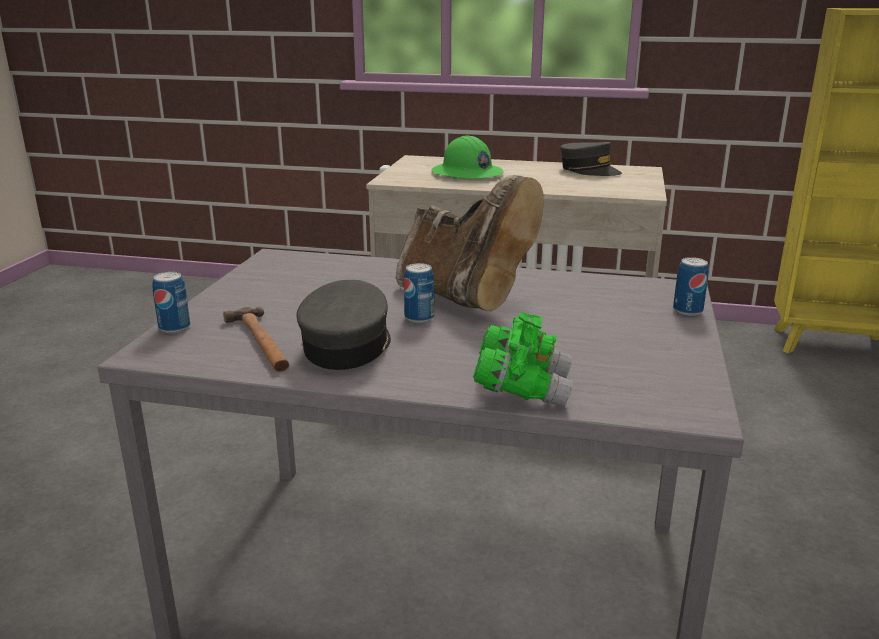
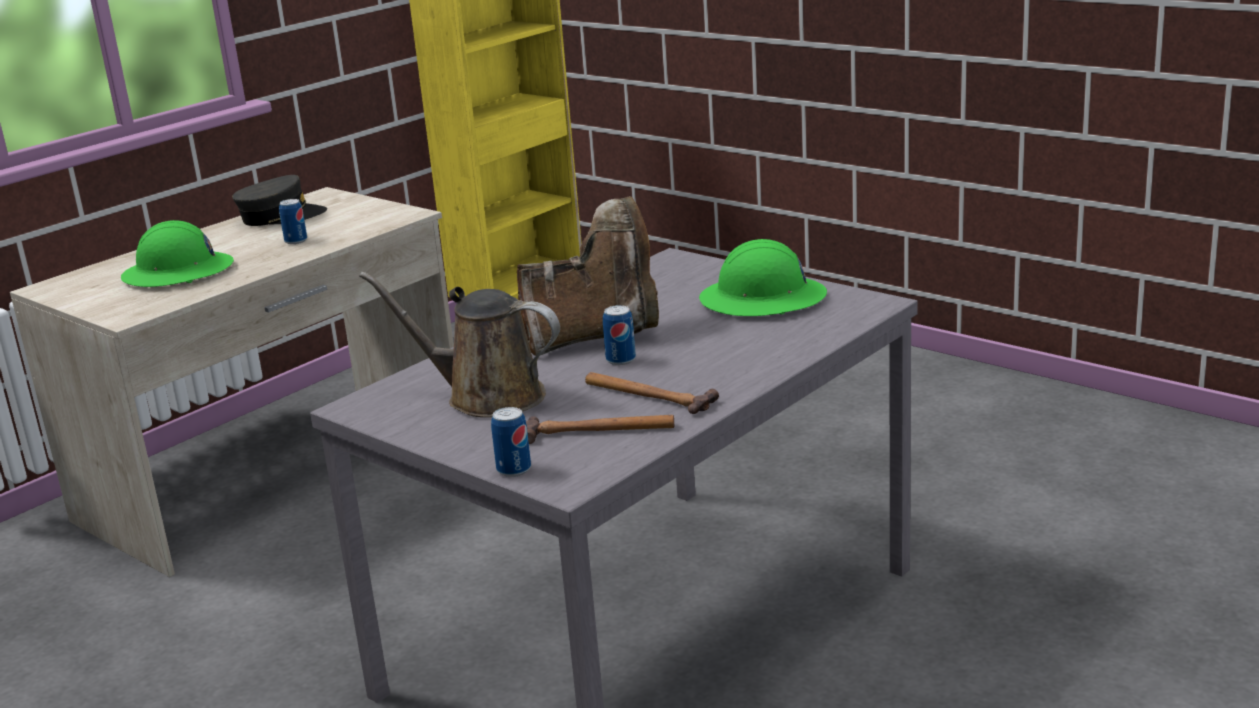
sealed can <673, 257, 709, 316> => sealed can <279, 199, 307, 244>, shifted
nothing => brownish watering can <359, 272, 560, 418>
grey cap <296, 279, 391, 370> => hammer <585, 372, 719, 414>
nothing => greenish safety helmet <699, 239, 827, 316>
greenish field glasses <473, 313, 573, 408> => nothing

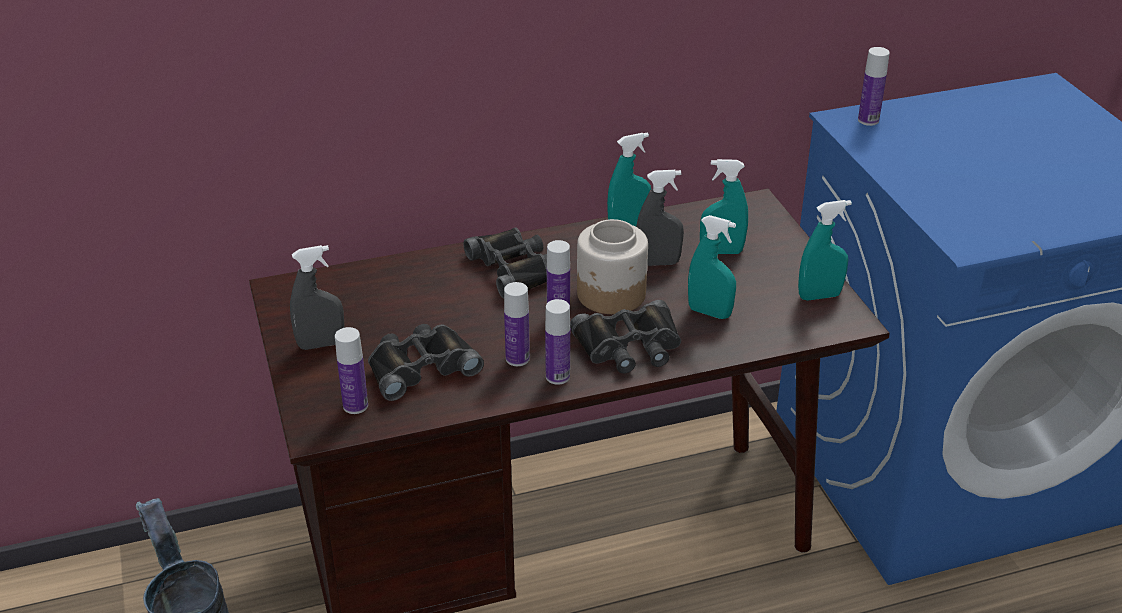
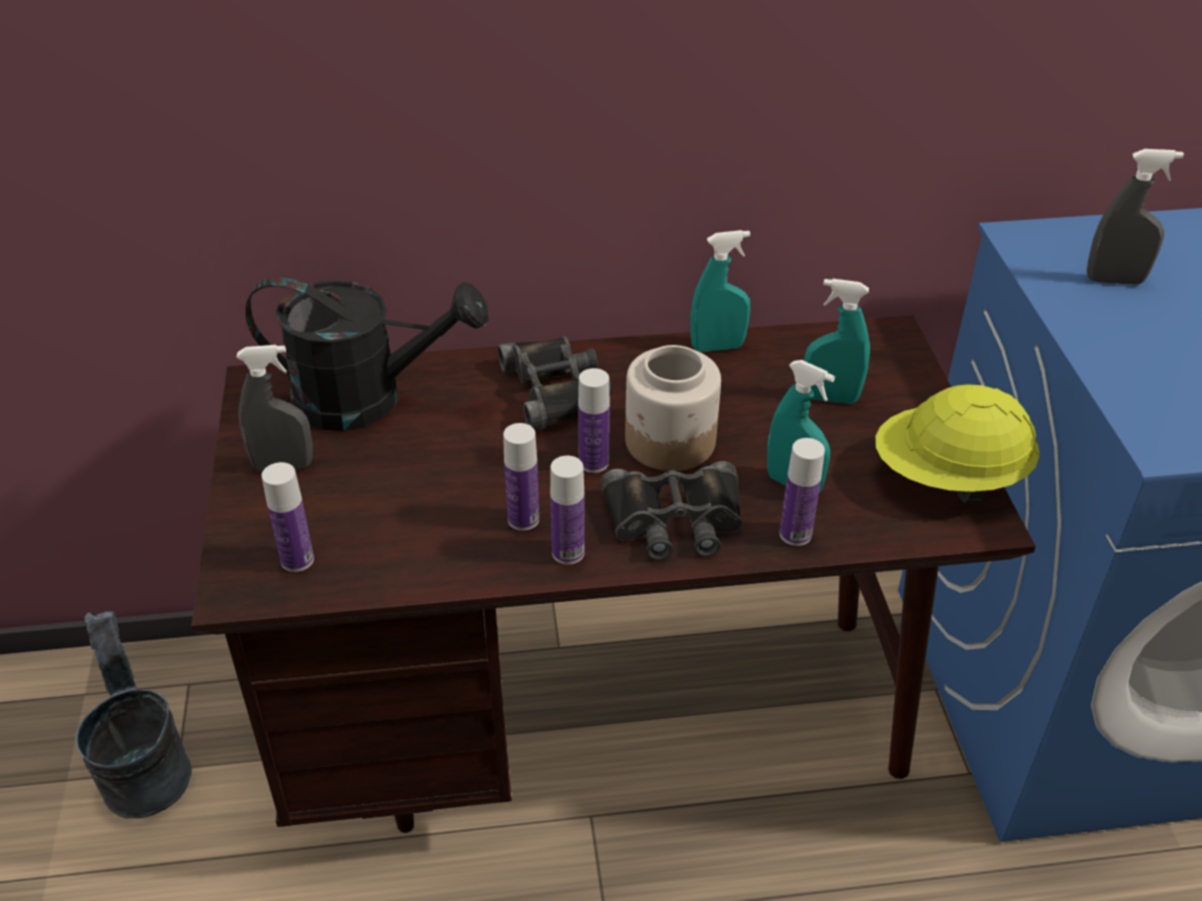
nothing => black-coloured watering can <246, 277, 488, 431>
bottle <858, 47, 890, 126> => bottle <780, 438, 825, 546>, shifted
blue-green hand sprayer <798, 200, 852, 301> => yellow safety helmet <875, 384, 1040, 503>
grey hand sprayer <636, 170, 684, 266> => grey hand sprayer <1087, 149, 1184, 285>, shifted
black-coloured field glasses <368, 324, 484, 401> => nothing

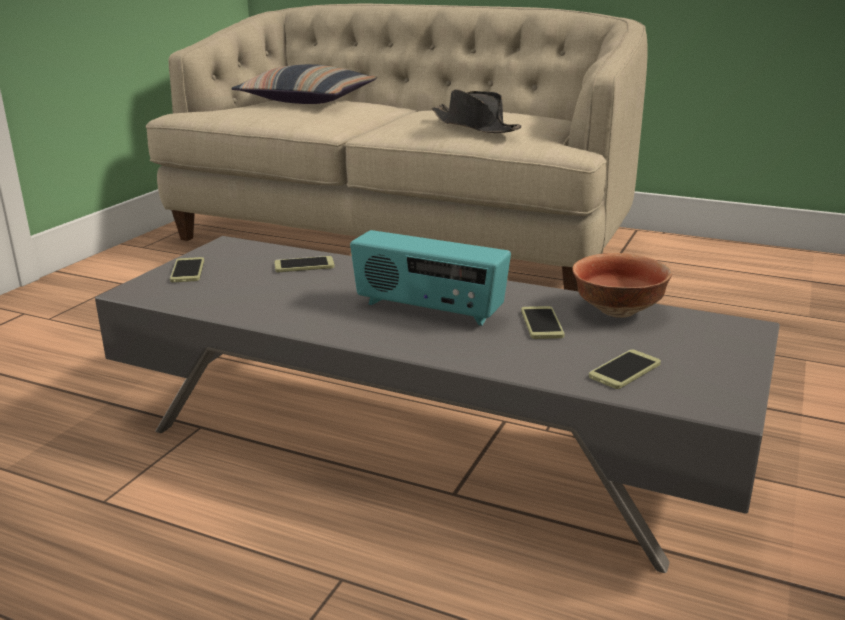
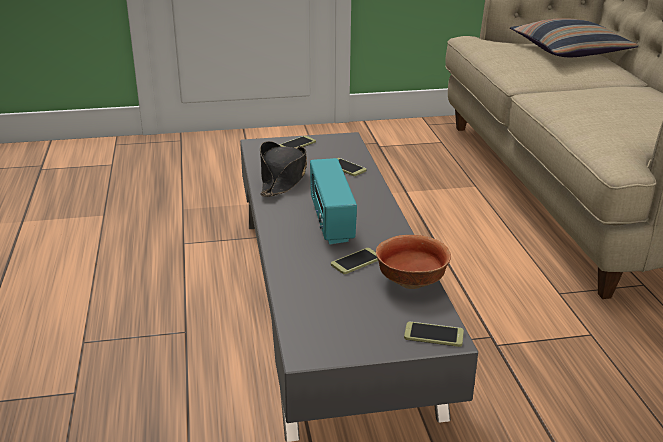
black-coloured clothing hat <432, 89, 522, 133> => black-coloured clothing hat <260, 141, 307, 197>, shifted
handset <589, 350, 661, 389> => handset <404, 322, 464, 347>, shifted

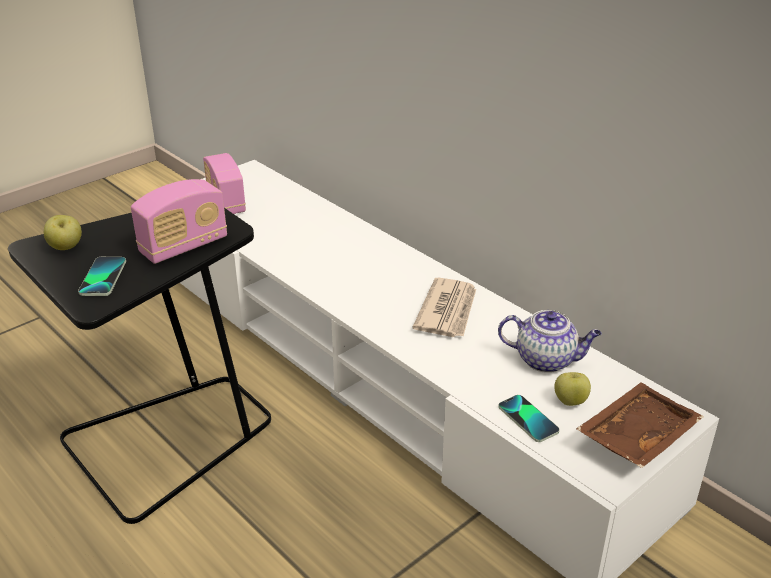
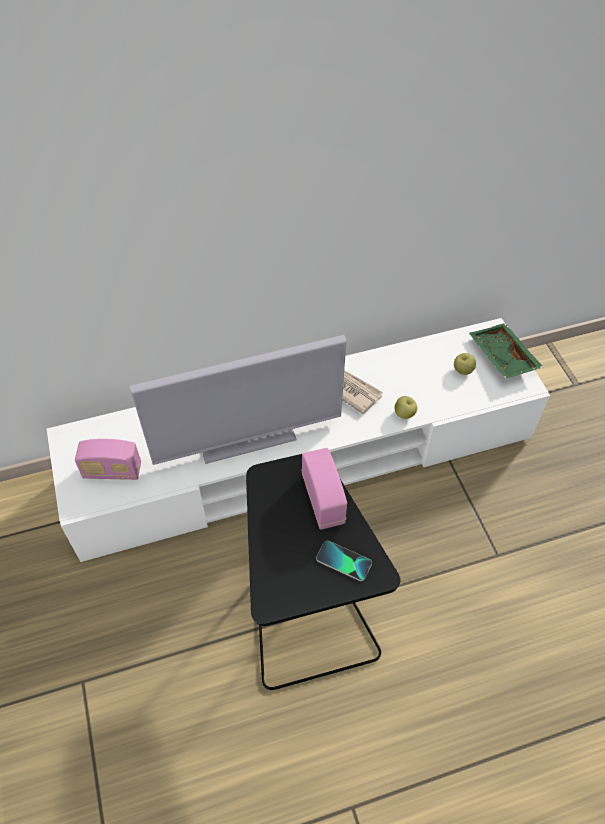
nothing => TV set <130, 335, 346, 465>
apple fruit <44, 215, 82, 250> => apple fruit <394, 396, 417, 419>, shifted
brownish tray <576, 382, 704, 468> => greenish tray <469, 323, 543, 379>
pot for tea <498, 310, 602, 373> => nothing
handset <498, 395, 560, 442> => nothing

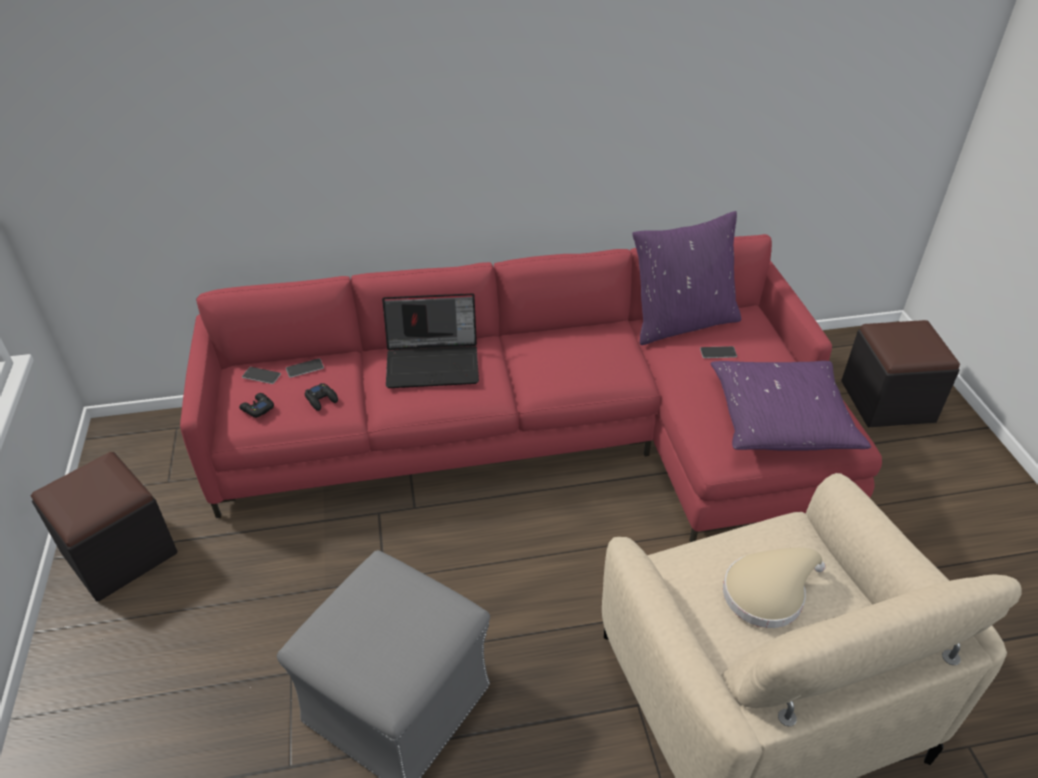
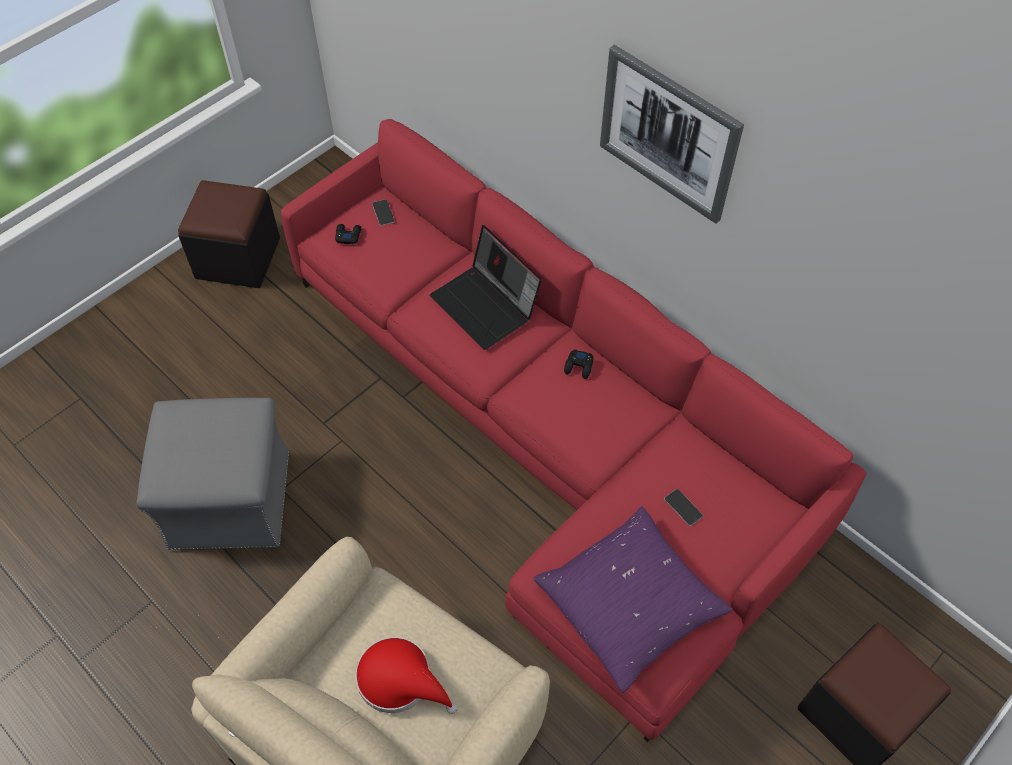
beige clothing hat <723, 548, 826, 628> => red-coloured clothing hat <355, 637, 457, 714>
black-coloured gamepad <305, 383, 338, 411> => black-coloured gamepad <564, 349, 594, 379>, shifted
nothing => picture <600, 45, 744, 224>
handset <286, 358, 324, 378> => nothing
purplish pillow <632, 211, 741, 345> => nothing

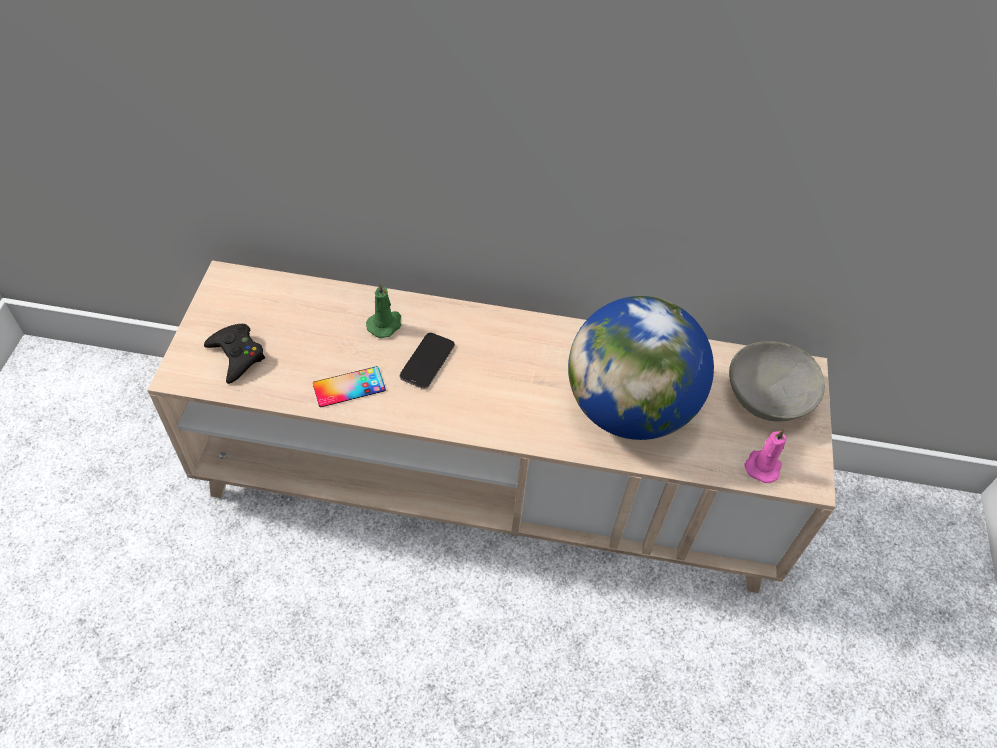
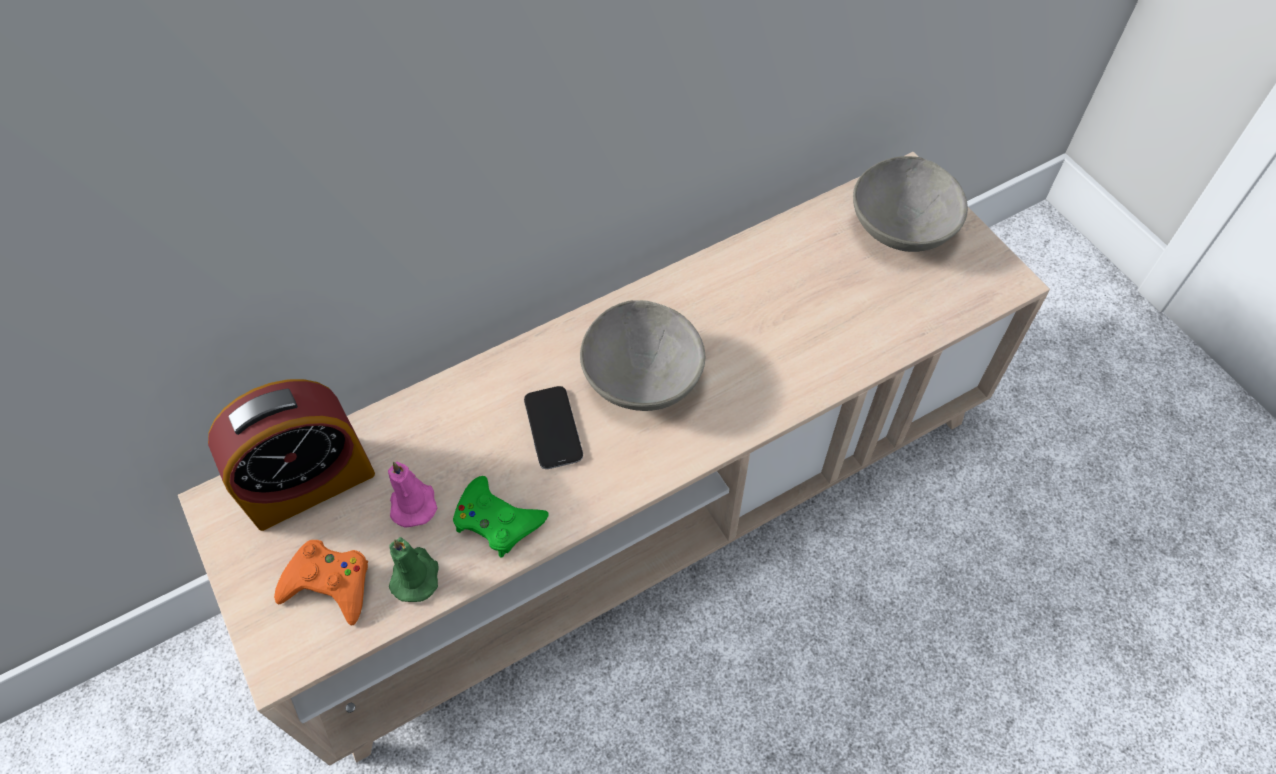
nothing => alarm clock <208, 379, 375, 531>
black-coloured gamepad <204, 324, 265, 384> => orangey gamepad <274, 540, 368, 625>
pinkish wax light <745, 429, 787, 483> => pinkish wax light <388, 461, 437, 528>, shifted
greenish wax light <366, 282, 401, 338> => greenish wax light <389, 537, 439, 602>, shifted
handset <313, 366, 386, 407> => greenish gamepad <453, 476, 549, 558>
nothing => grey bowl <580, 300, 705, 411>
globe <568, 296, 714, 440> => nothing

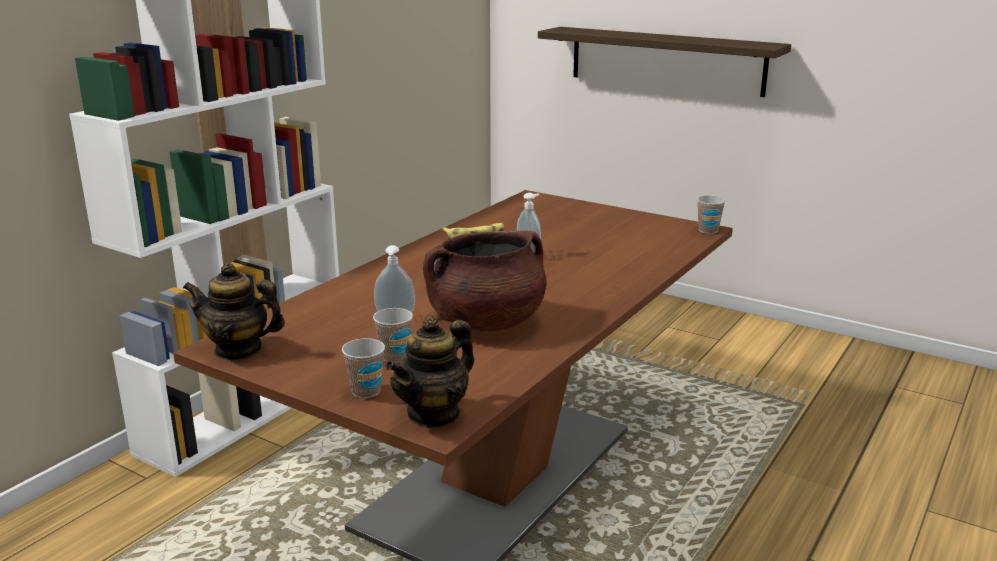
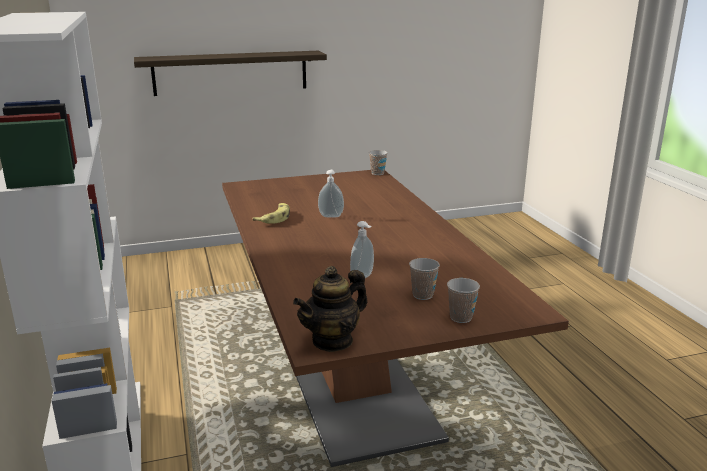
pot for tea <385, 316, 474, 429> => nothing
brownish saucepot <423, 230, 547, 331> => nothing

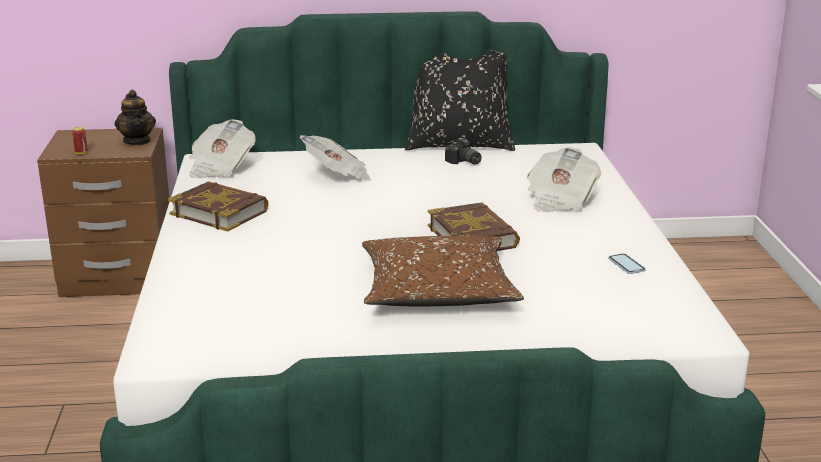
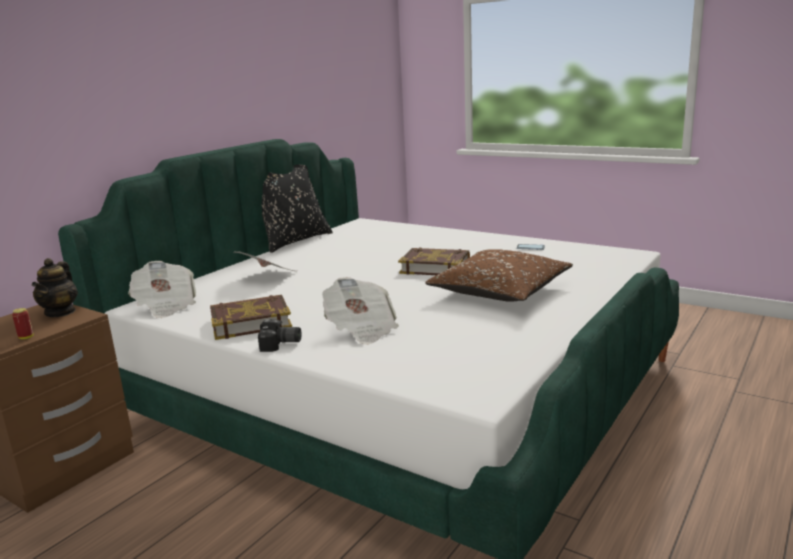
pot for tea <115, 90, 156, 145> => pot for tea <32, 258, 78, 317>, 75 degrees clockwise
still camera <445, 138, 482, 165> => still camera <258, 319, 302, 352>, shifted
printed paper <527, 147, 601, 212> => printed paper <322, 277, 399, 345>, shifted

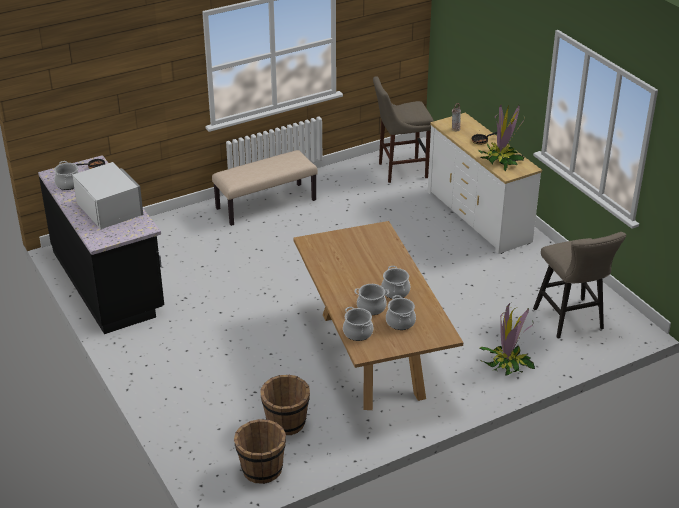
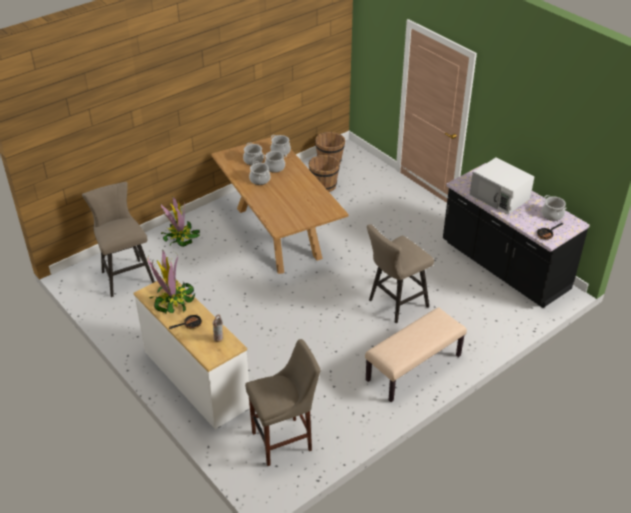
nothing => beige stool seat <367, 224, 434, 323>

